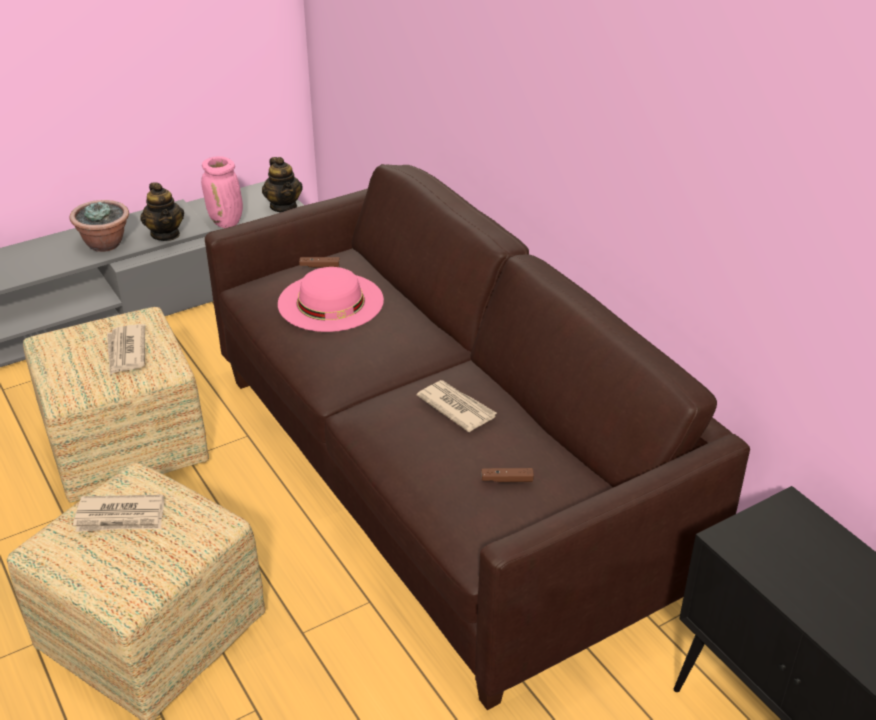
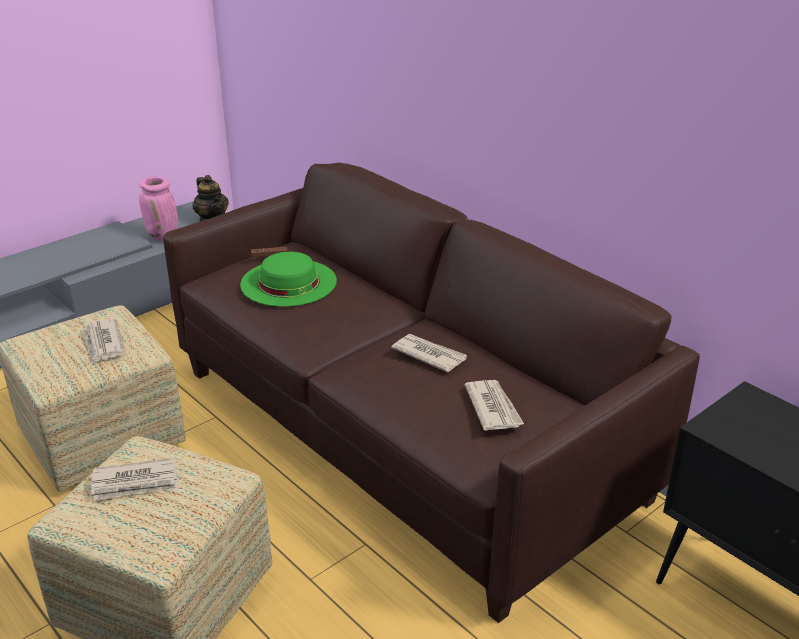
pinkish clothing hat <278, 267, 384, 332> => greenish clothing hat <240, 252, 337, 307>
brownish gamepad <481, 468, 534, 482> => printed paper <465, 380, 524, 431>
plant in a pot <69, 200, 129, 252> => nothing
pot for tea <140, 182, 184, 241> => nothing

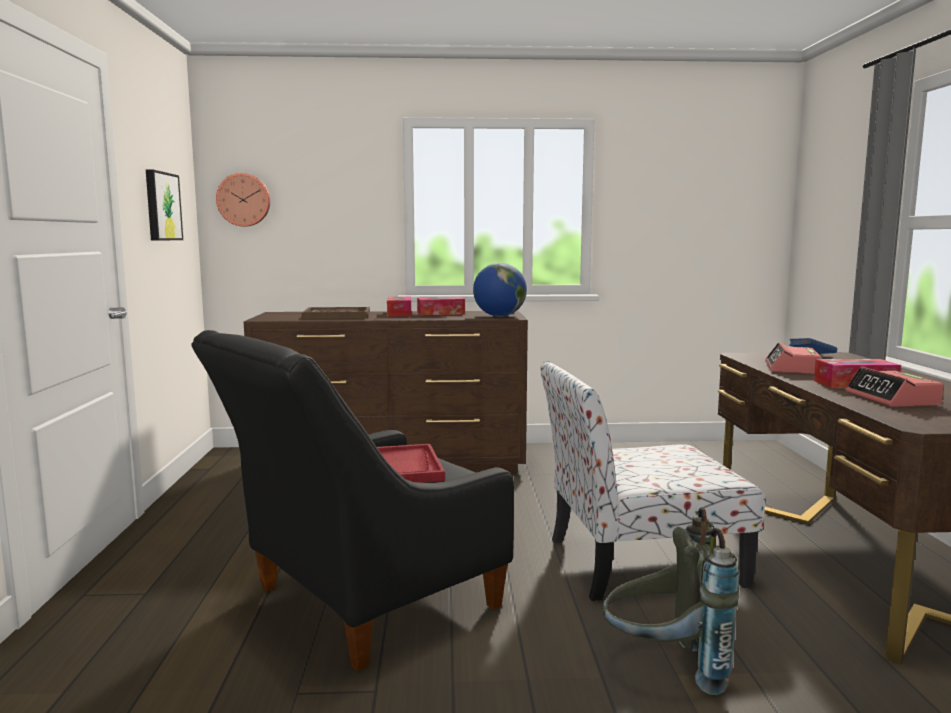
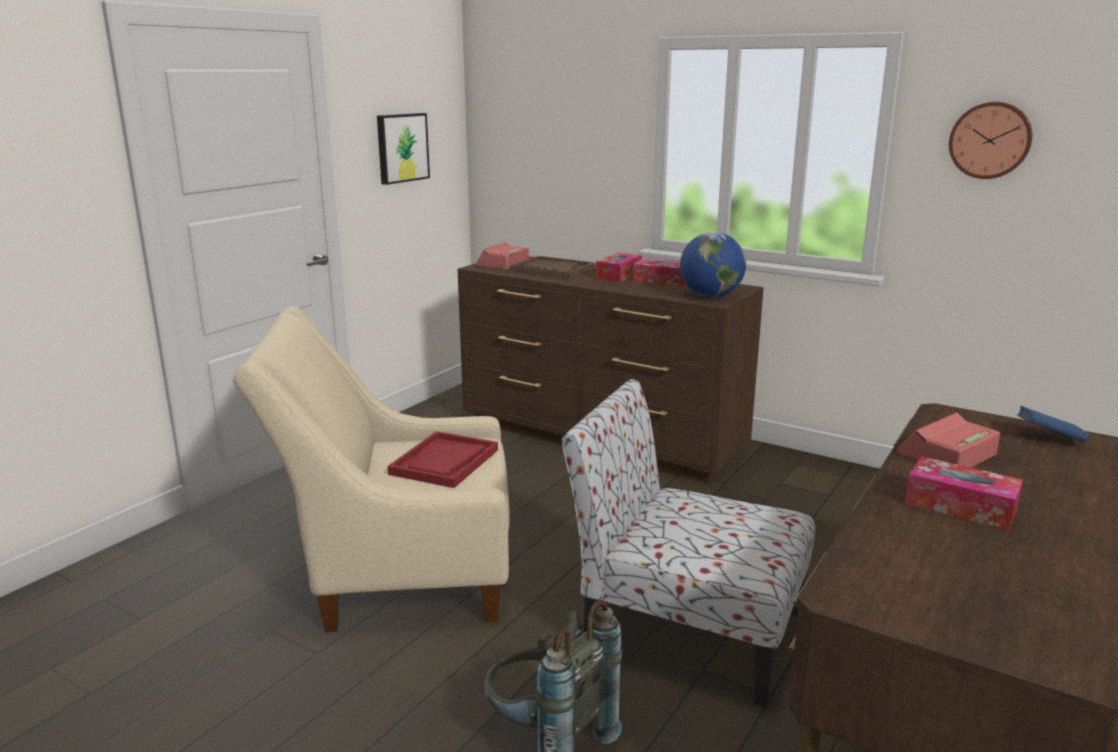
black-coloured armchair <191, 330, 514, 672> => beige armchair <232, 306, 510, 632>
alarm clock <846, 367, 944, 407> => alarm clock <476, 242, 529, 270>, shifted
hanging clock <216, 173, 270, 226> => hanging clock <949, 102, 1032, 179>, shifted

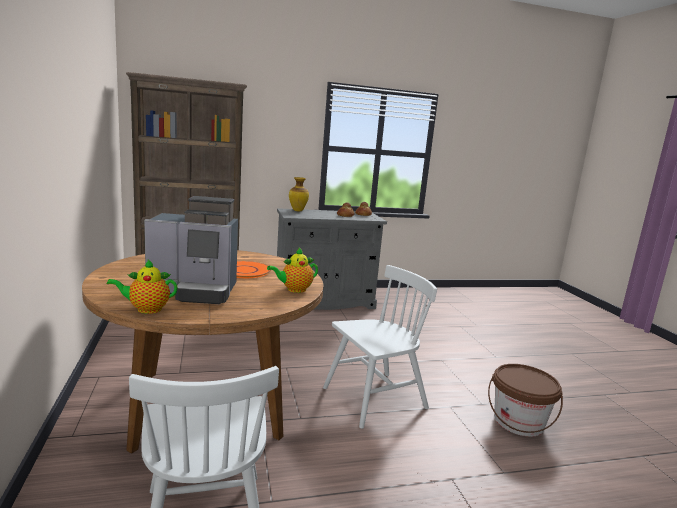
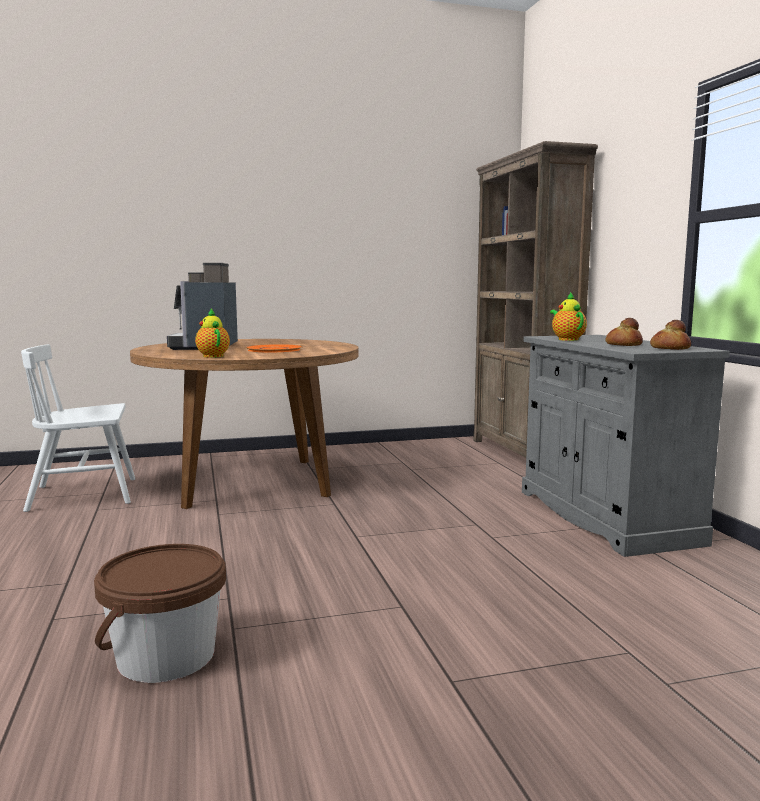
pot for tea <107, 260, 177, 314> => pot for tea <550, 292, 587, 341>, shifted
vase <289, 177, 309, 211> => nothing
whitish chair <323, 265, 437, 429> => nothing

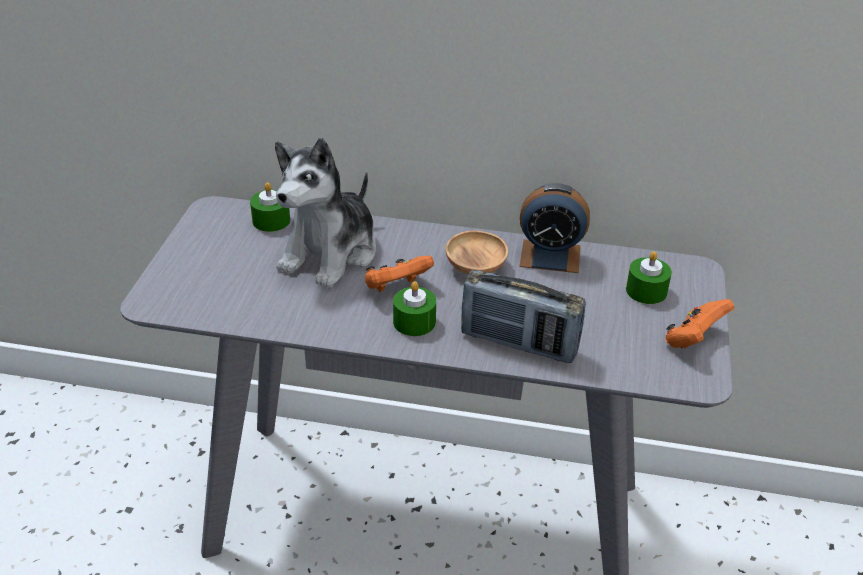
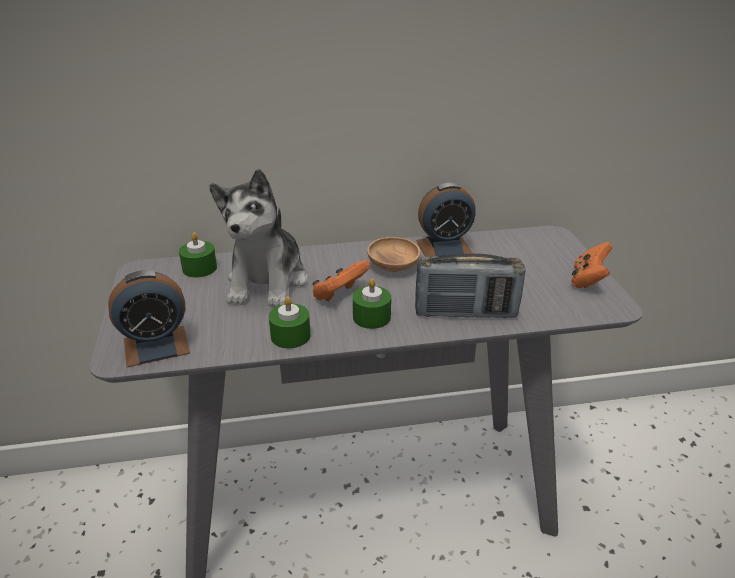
nothing => alarm clock <108, 270, 190, 367>
greenish wax light <626, 251, 672, 304> => greenish wax light <269, 296, 310, 349>, shifted

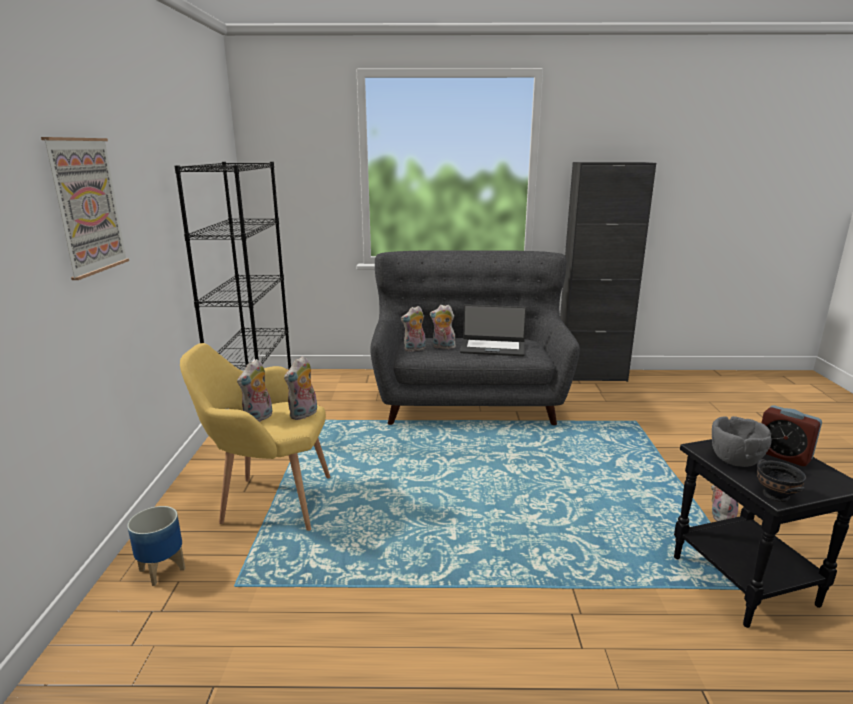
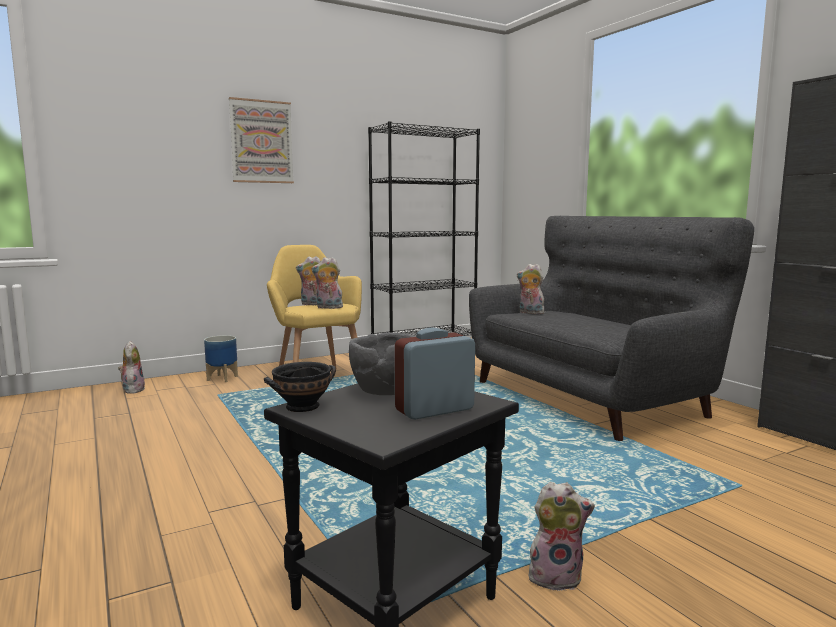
cuddly toy <430, 305, 457, 349> => cuddly toy <118, 341, 145, 394>, shifted
alarm clock <762, 405, 822, 466> => alarm clock <395, 328, 475, 420>, 45 degrees clockwise
portable computer <460, 304, 526, 356> => nothing

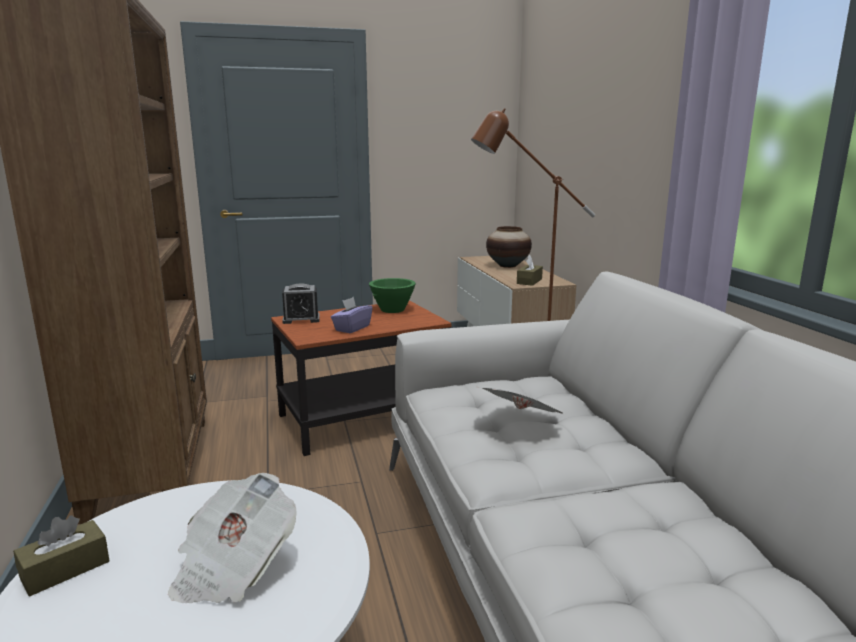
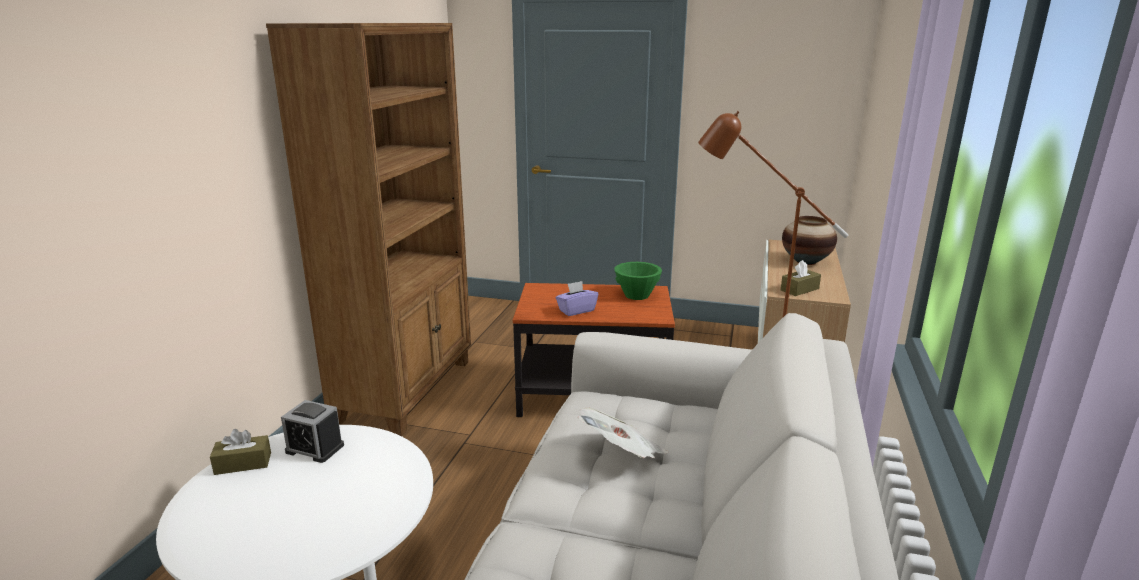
alarm clock <282, 283, 320, 324> => alarm clock <281, 400, 344, 463>, shifted
printed paper <168, 473, 297, 603> => nothing

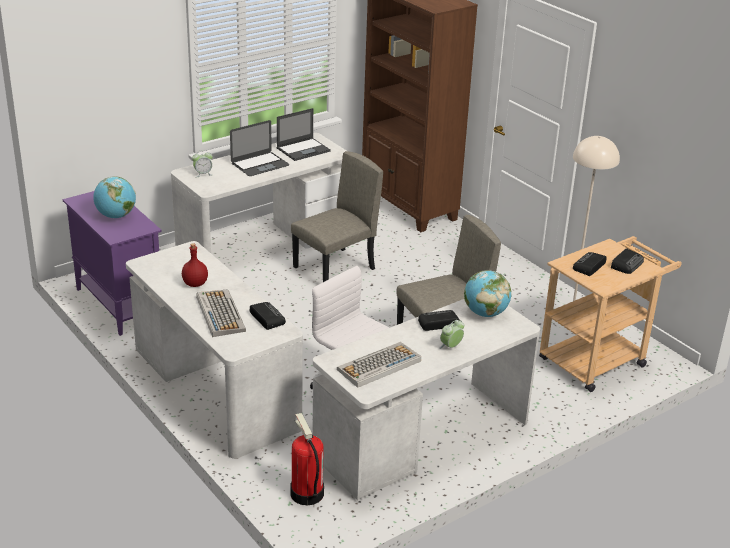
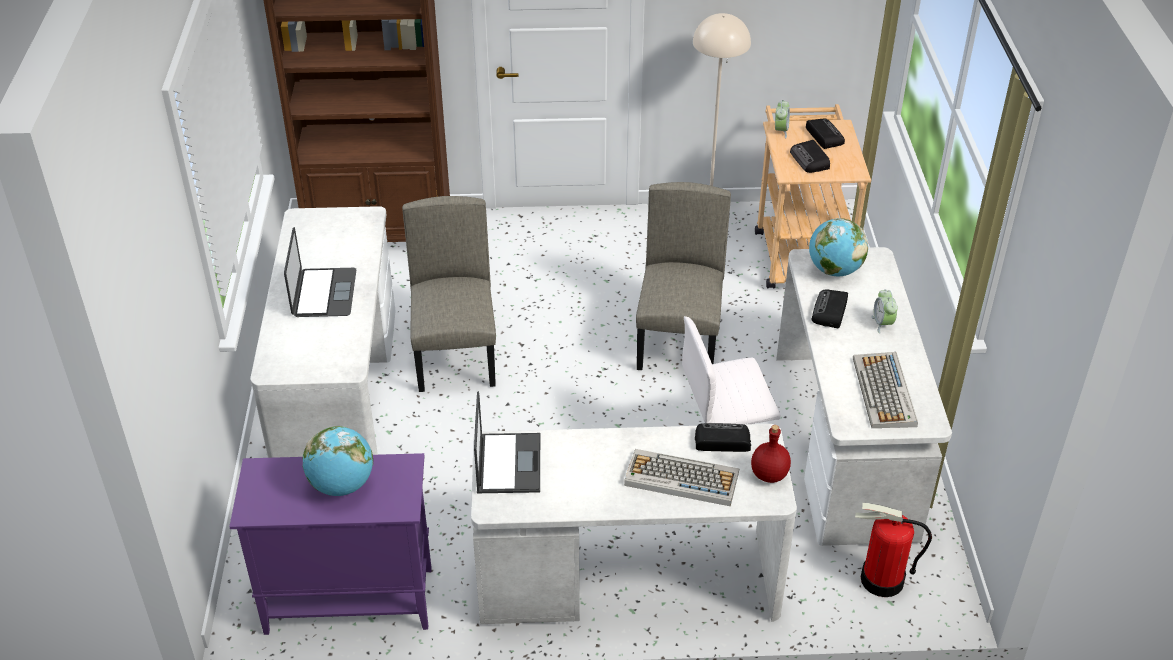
portable computer <277, 108, 331, 161> => portable computer <474, 391, 540, 493>, shifted
red-coloured bottle <182, 243, 208, 287> => red-coloured bottle <751, 425, 791, 483>, shifted
alarm clock <192, 150, 213, 177> => alarm clock <775, 100, 790, 138>, shifted

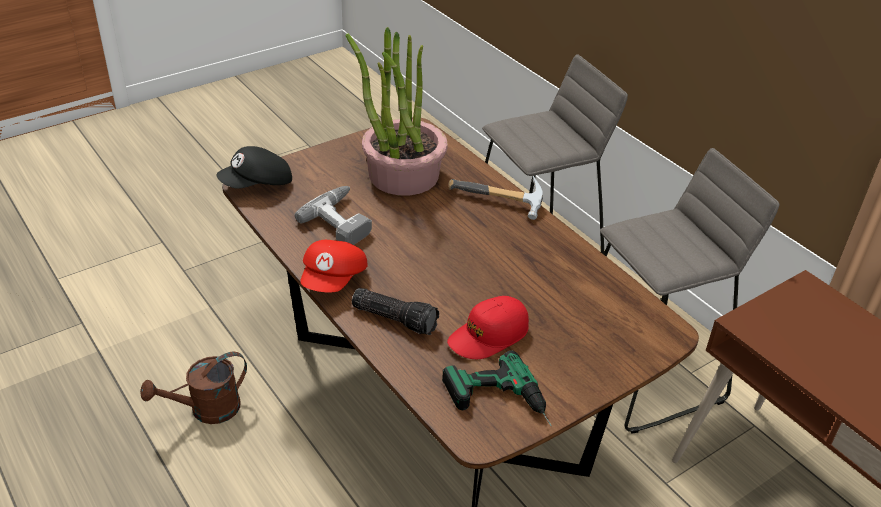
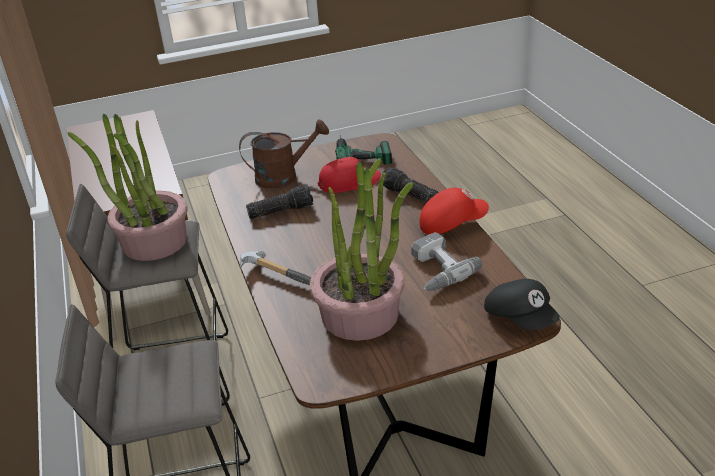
nothing => plant in a pot <68, 114, 188, 261>
brownish watering can <140, 352, 247, 424> => brownish watering can <239, 119, 329, 189>, shifted
nothing => torch <246, 184, 314, 219>
red-coloured cap <300, 240, 368, 292> => red-coloured cap <419, 188, 489, 235>, 45 degrees clockwise
black-coloured cap <216, 146, 292, 189> => black-coloured cap <484, 279, 560, 330>, 75 degrees clockwise

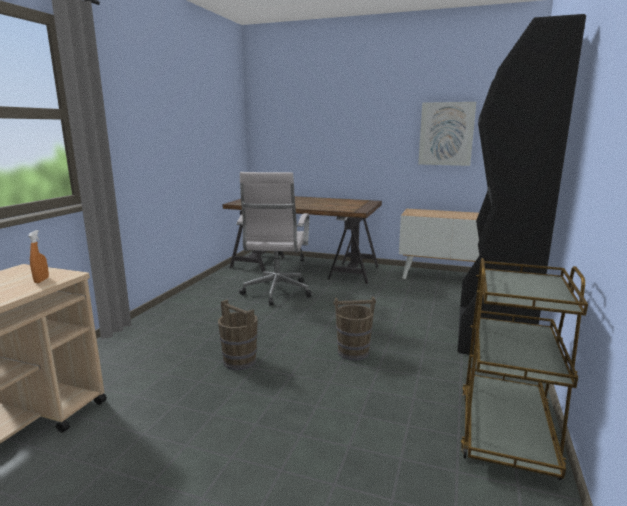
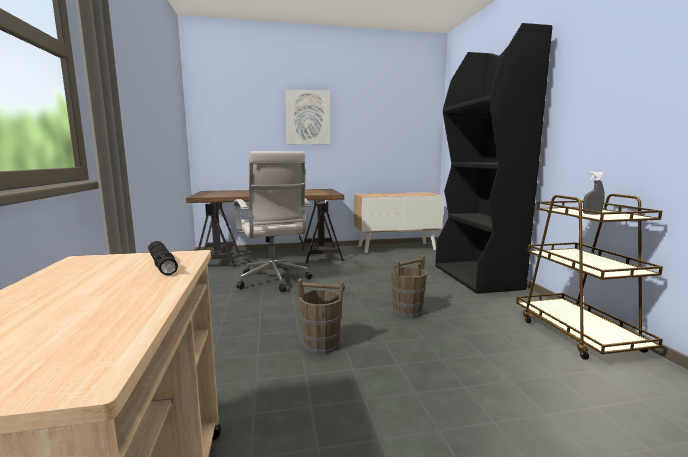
orangey hand sprayer <28, 230, 49, 283> => black-coloured torch <148, 241, 178, 275>
picture <418, 102, 476, 166> => picture <285, 89, 330, 144>, shifted
nothing => grey hand sprayer <583, 171, 605, 214>

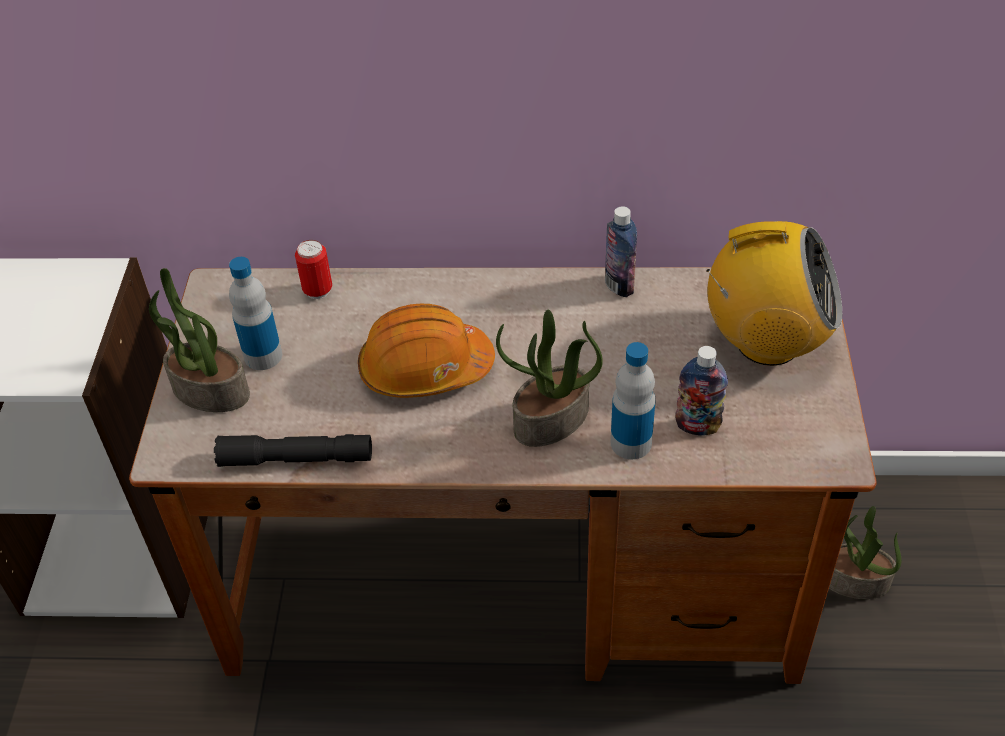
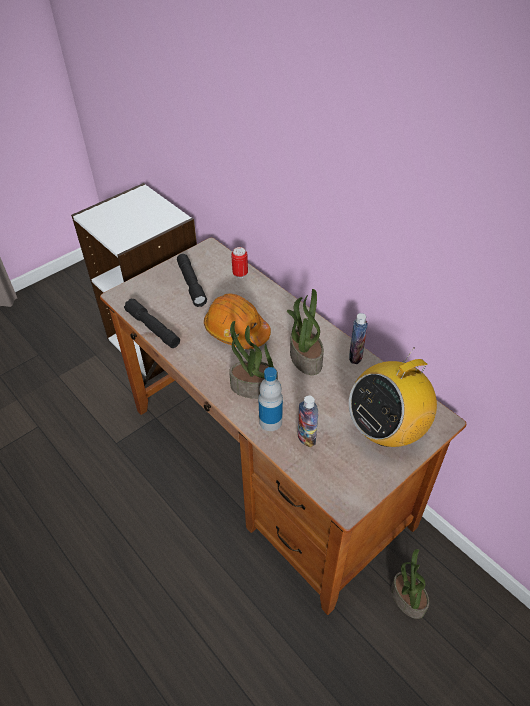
bottle <229, 257, 282, 370> => black-coloured torch <177, 254, 207, 307>
plant in a pot <149, 268, 250, 412> => plant in a pot <287, 289, 324, 375>, shifted
radio receiver <706, 221, 842, 366> => radio receiver <349, 347, 437, 447>, 90 degrees clockwise

